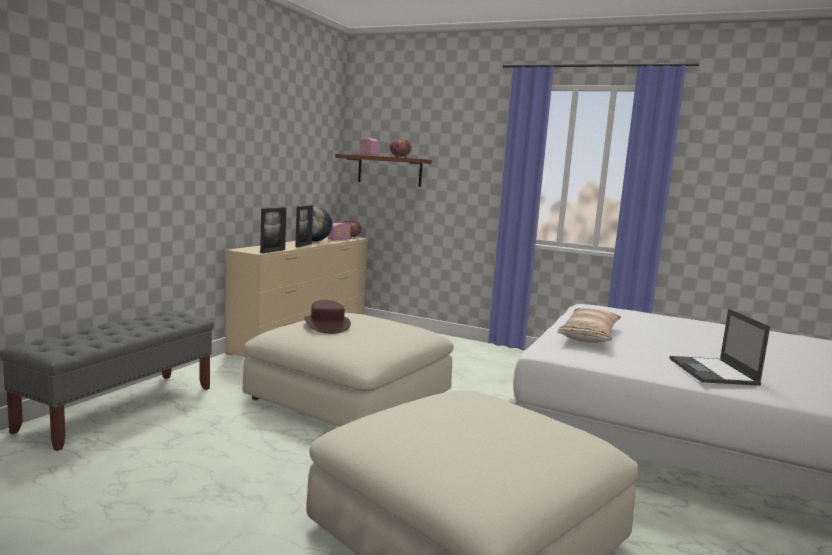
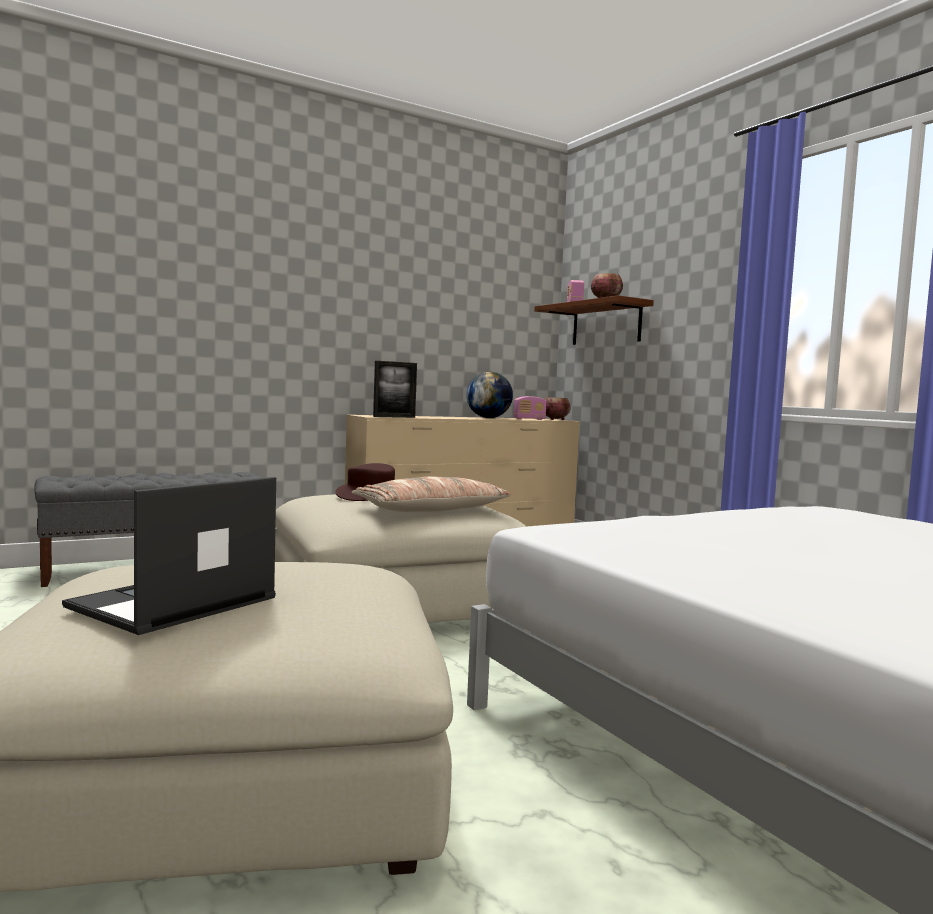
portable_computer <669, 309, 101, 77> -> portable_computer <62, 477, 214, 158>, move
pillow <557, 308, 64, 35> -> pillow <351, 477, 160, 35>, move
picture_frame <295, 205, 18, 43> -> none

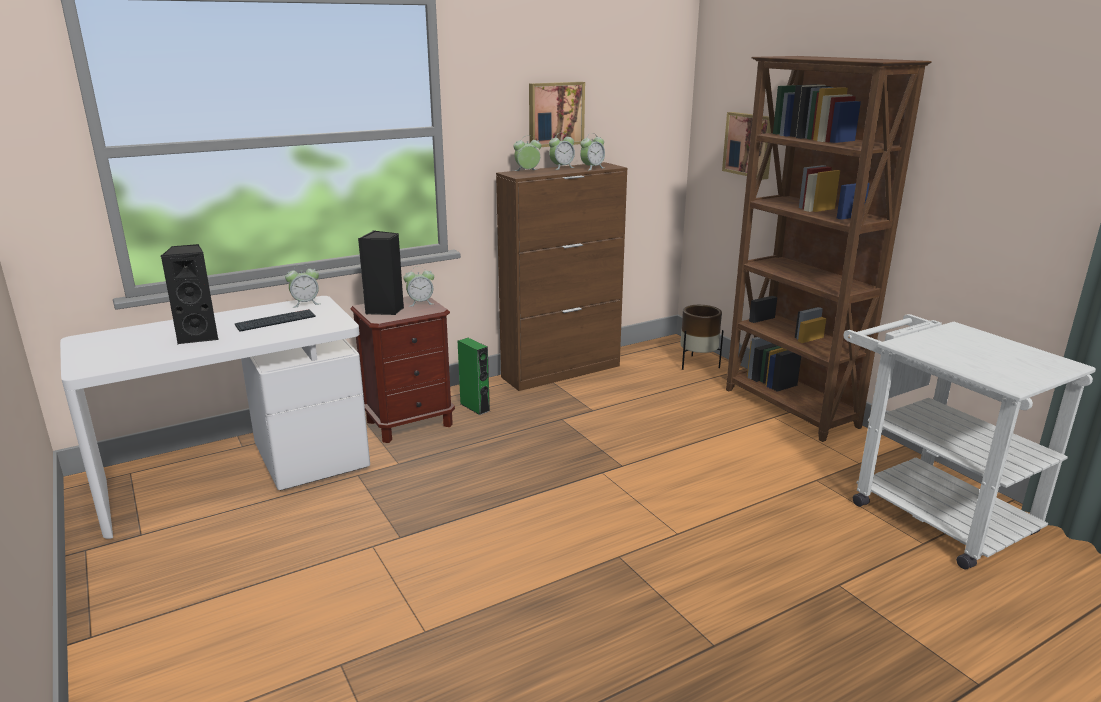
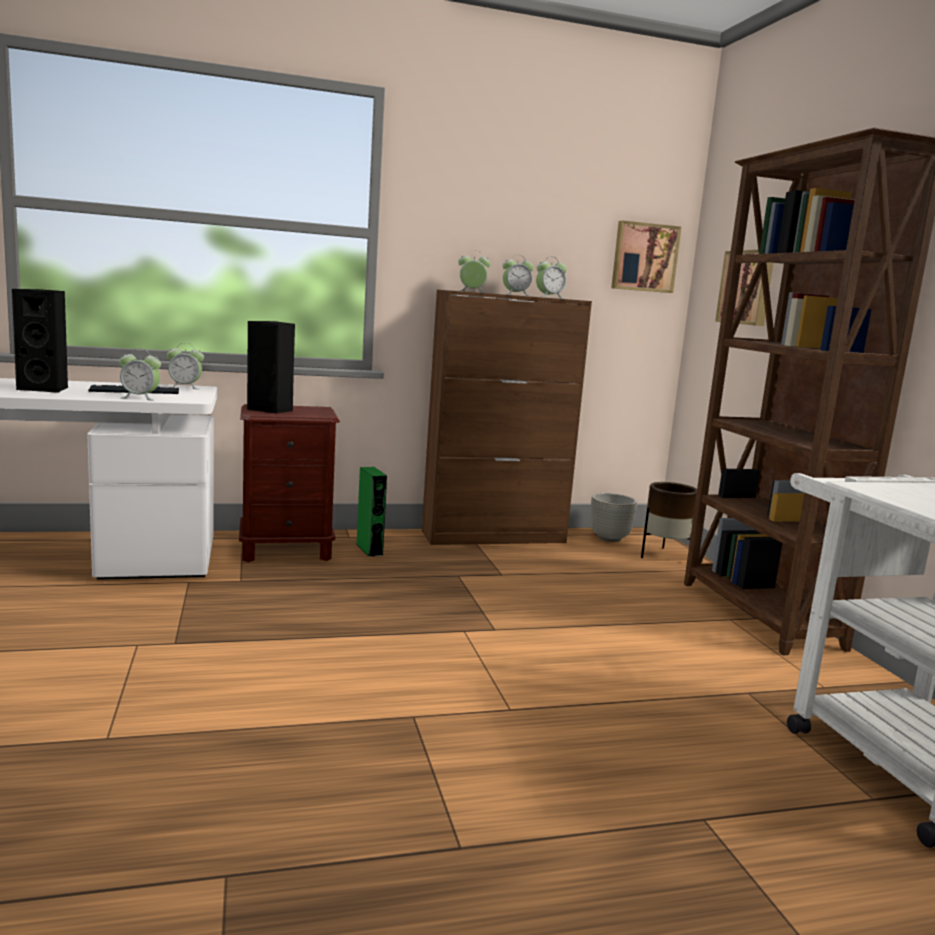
table_clock <403, 266, 31, 41> -> table_clock <119, 348, 42, 53>, move
none -> greyish_plant_pot <591, 493, 46, 49>
wall_picture <529, 82, 56, 66> -> wall_picture <611, 220, 70, 73>, move

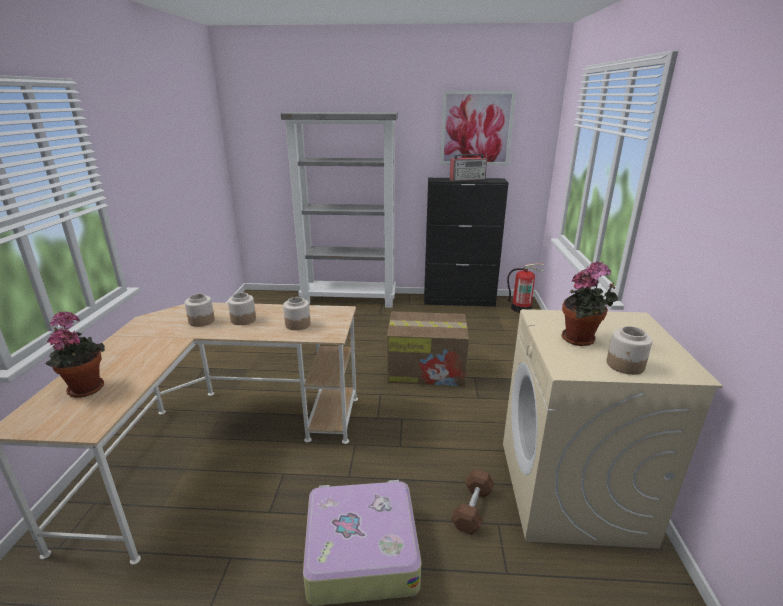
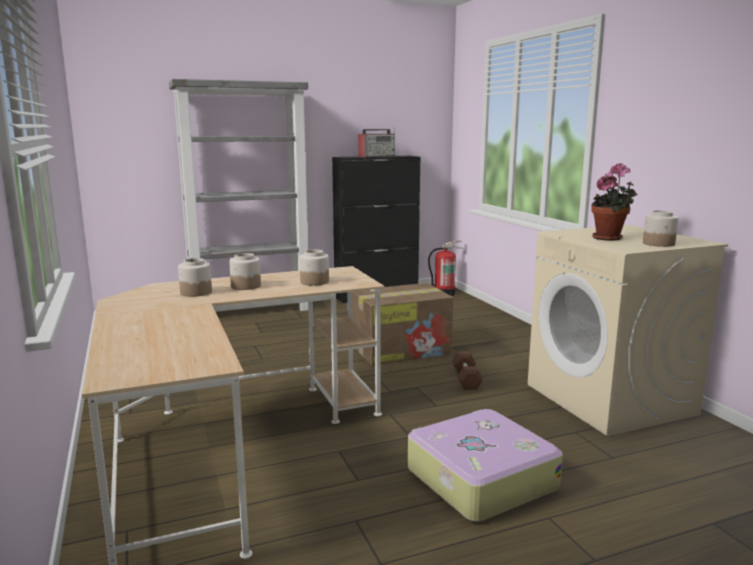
brownish_hand_weight <451, 469, 43, 66> -> brownish_hand_weight <452, 351, 31, 39>, move
houseplant <45, 311, 60, 87> -> none
wall_picture <440, 91, 76, 74> -> none

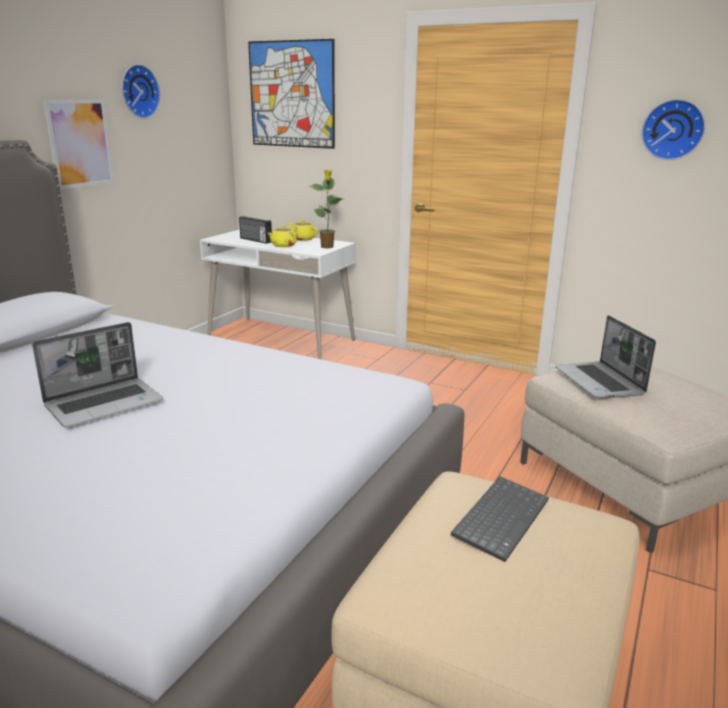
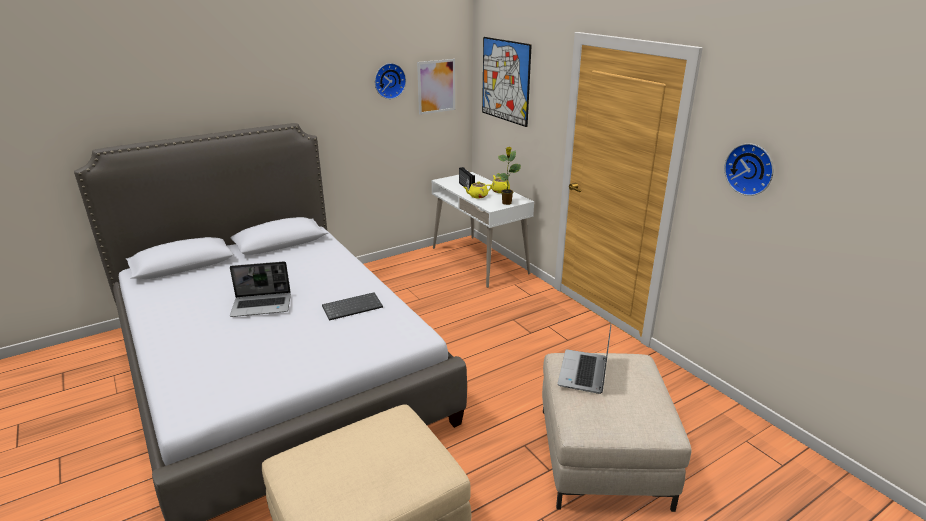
PC_keyboard <451, 476, 98, 86> -> PC_keyboard <322, 292, 61, 29>, move
wall_picture <43, 99, 71, 91> -> wall_picture <417, 59, 38, 56>, move

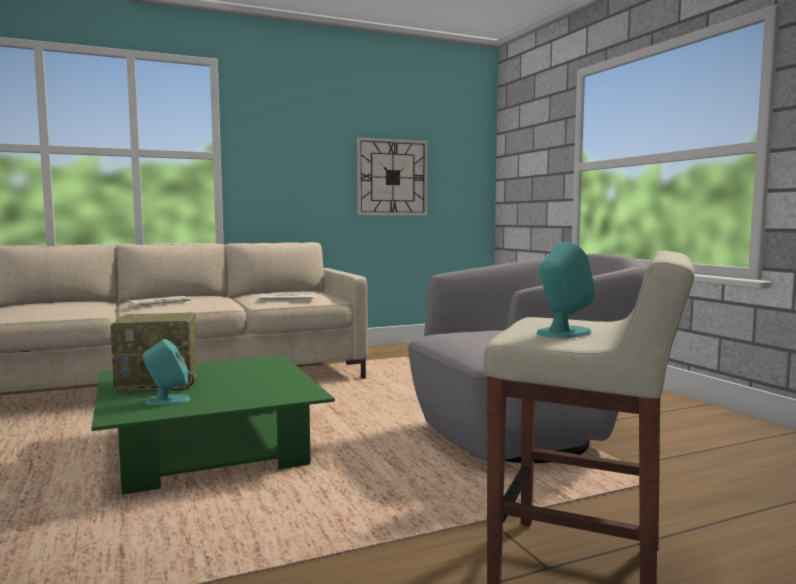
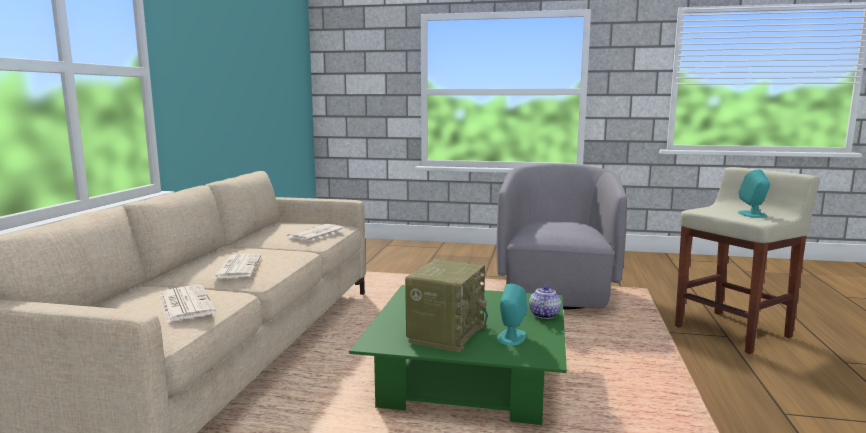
none -> daily_paper <159, 285, 57, 37>
none -> teapot <529, 286, 32, 33>
clock_on_the_wall <357, 137, 71, 78> -> none

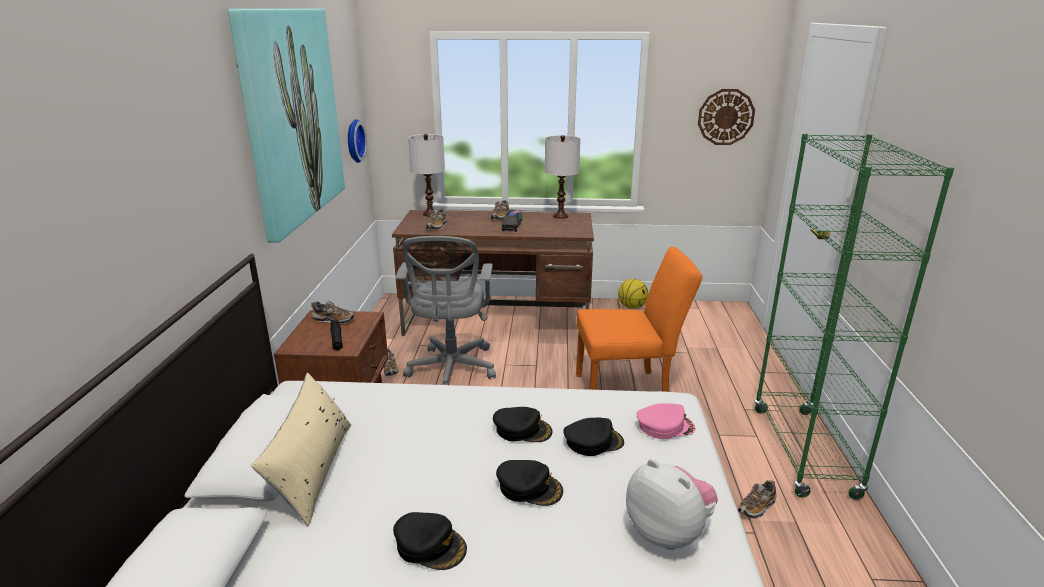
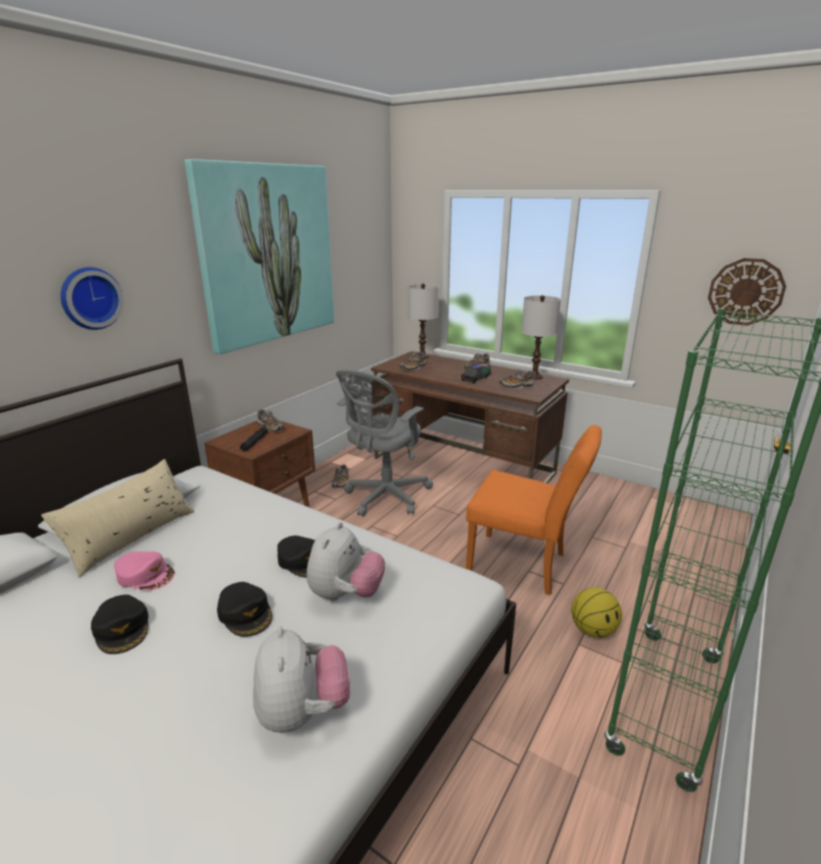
clock_on_the_wall <348, 119, 19, 44> -> clock_on_the_wall <60, 267, 64, 63>, move
pinkish_baseball_cap <637, 403, 59, 36> -> pinkish_baseball_cap <114, 551, 61, 40>, move
black_baseball_cap <563, 417, 61, 39> -> soft_toy <307, 522, 78, 80>
low_shoe <738, 480, 39, 38> -> low_shoe <499, 369, 36, 19>, move
basketball <618, 279, 30, 30> -> basketball <571, 587, 51, 51>, move

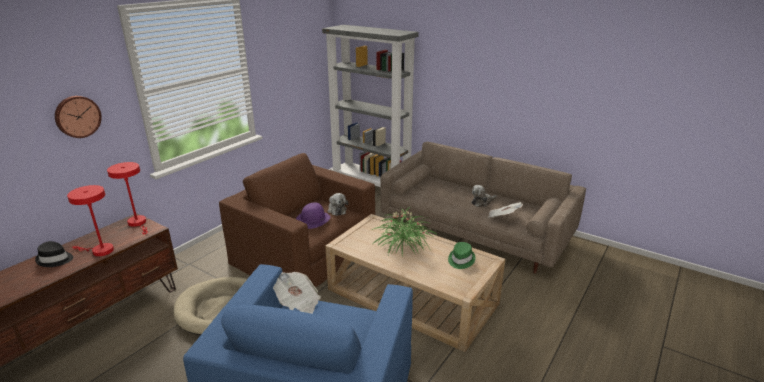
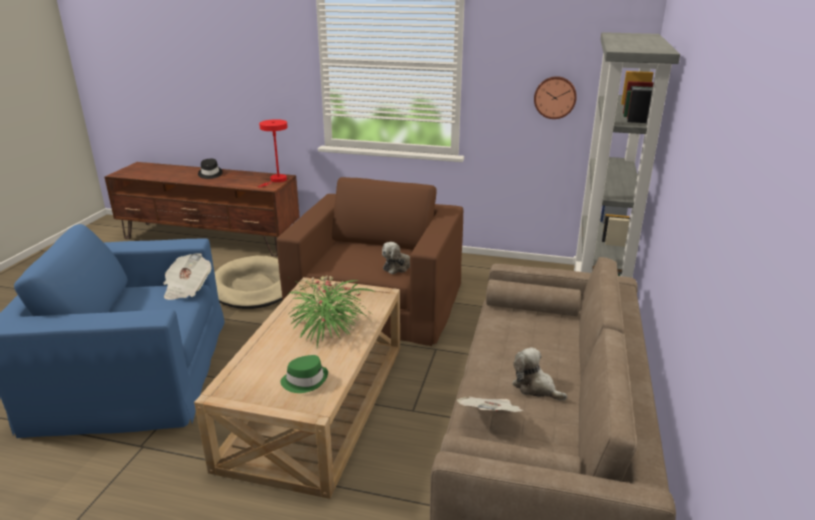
clock_on_the_wall <55, 96, 47, 42> -> clock_on_the_wall <534, 76, 43, 43>, move
reddish_table_lamp <67, 185, 47, 71> -> none
purple-coloured_clothing_hat <296, 202, 34, 27> -> none

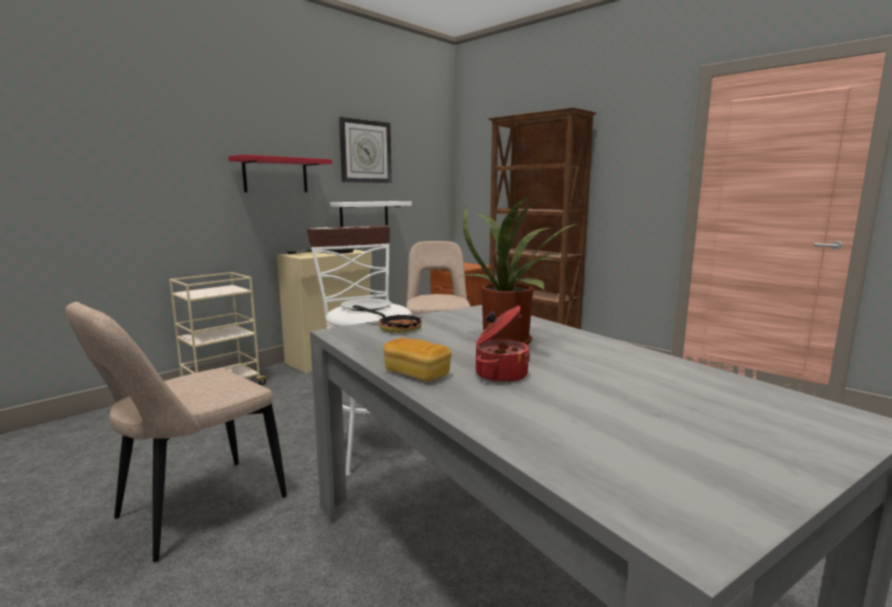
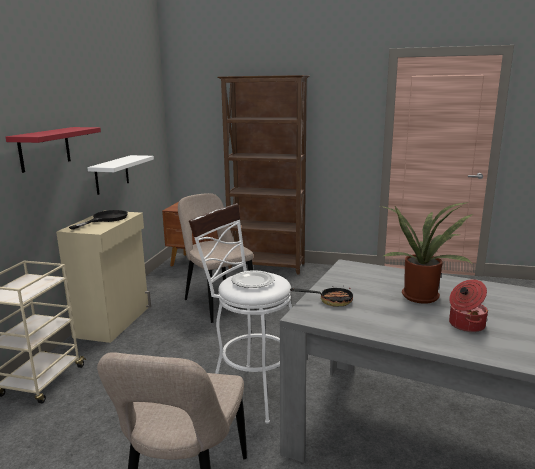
clock_on_the_wall <339, 117, 53, 66> -> none
baked_bread <383, 338, 69, 43> -> none

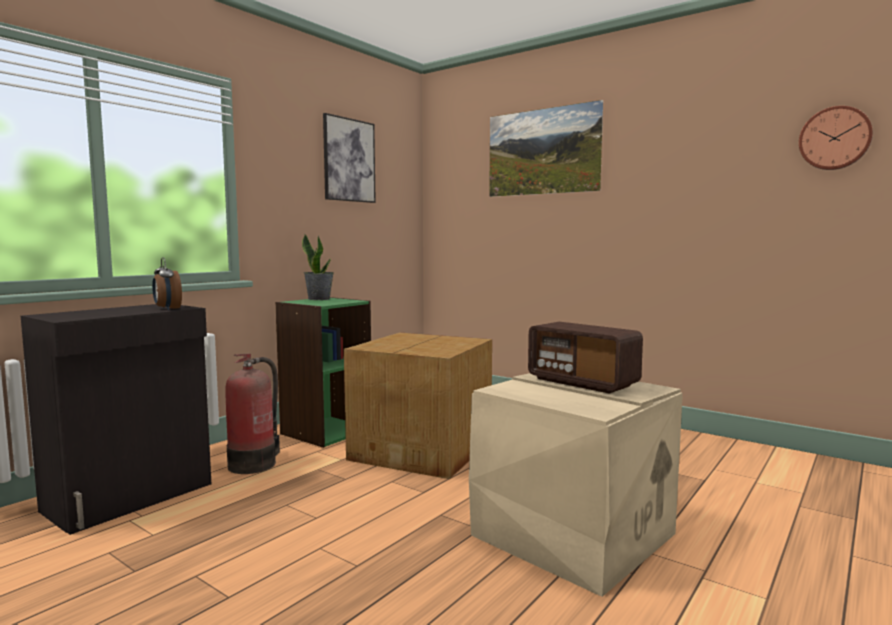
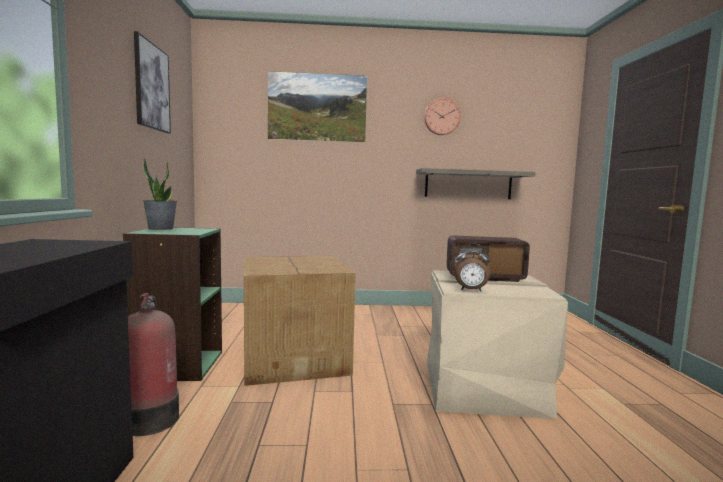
none -> bracket_shelf <416, 168, 120, 31>
clock_on_the_wall <799, 106, 74, 64> -> clock_on_the_wall <424, 98, 36, 37>, move
table_clock <152, 257, 30, 53> -> table_clock <454, 244, 36, 48>, move

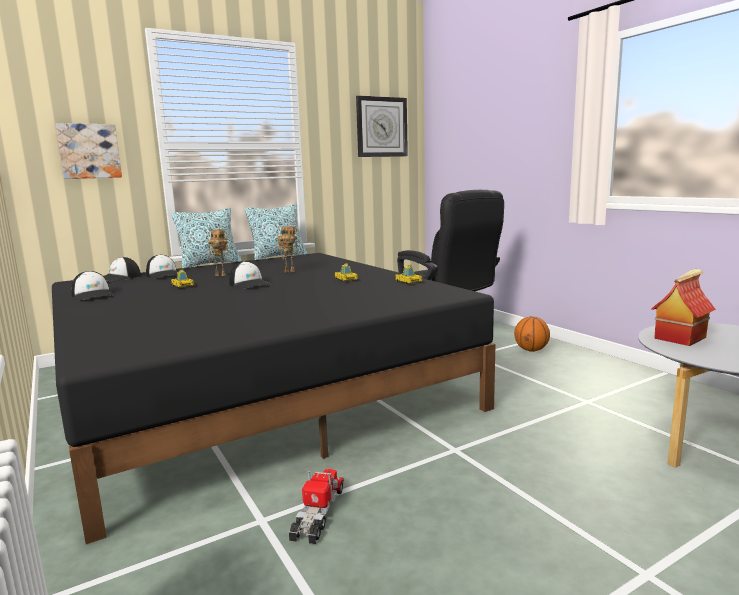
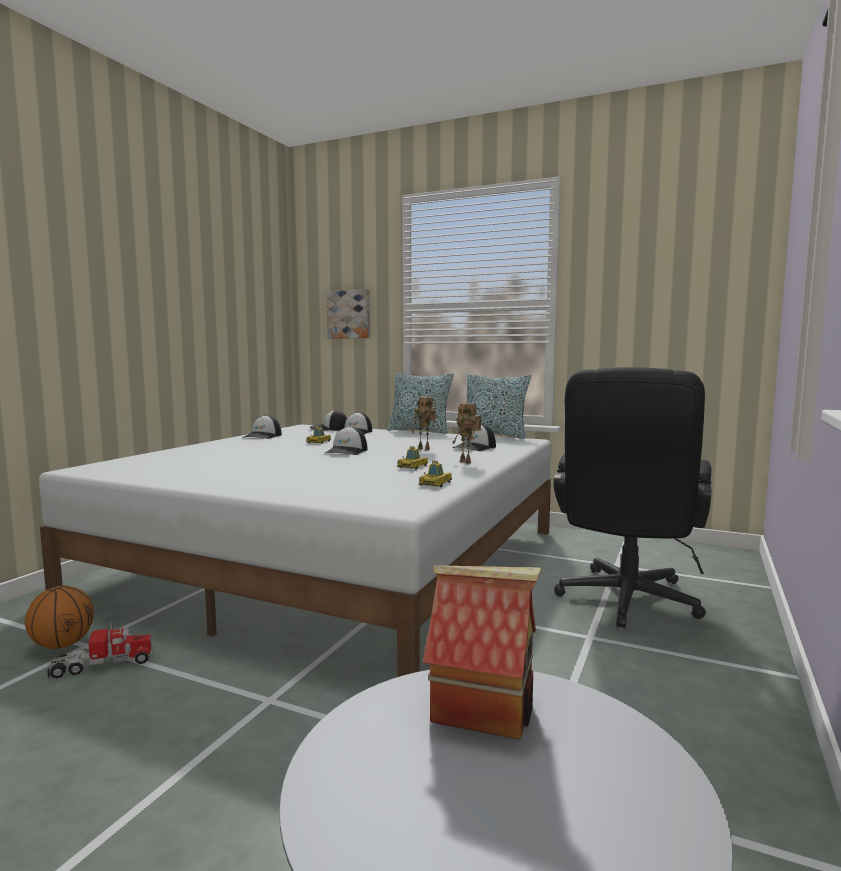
basketball <514, 316, 36, 36> -> basketball <25, 585, 69, 64>, move
black_bed <52, 253, 444, 291> -> whitish_bed <39, 424, 512, 253>
robot_figure <208, 229, 20, 47> -> robot_figure <452, 403, 29, 61>, move
none -> baseball_cap <452, 424, 44, 27>
clock_on_the_wall <356, 95, 52, 62> -> none

